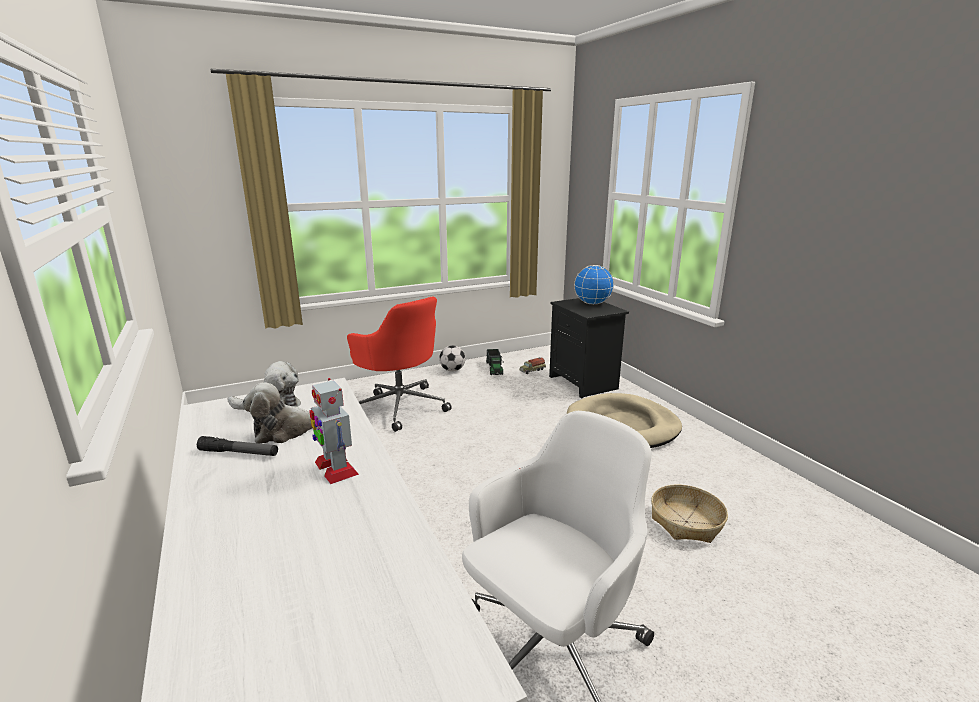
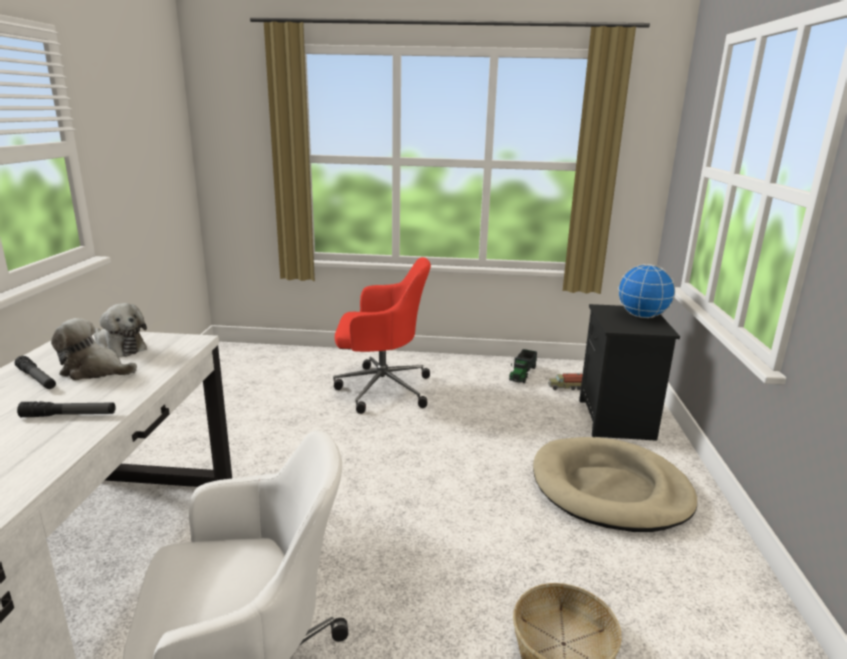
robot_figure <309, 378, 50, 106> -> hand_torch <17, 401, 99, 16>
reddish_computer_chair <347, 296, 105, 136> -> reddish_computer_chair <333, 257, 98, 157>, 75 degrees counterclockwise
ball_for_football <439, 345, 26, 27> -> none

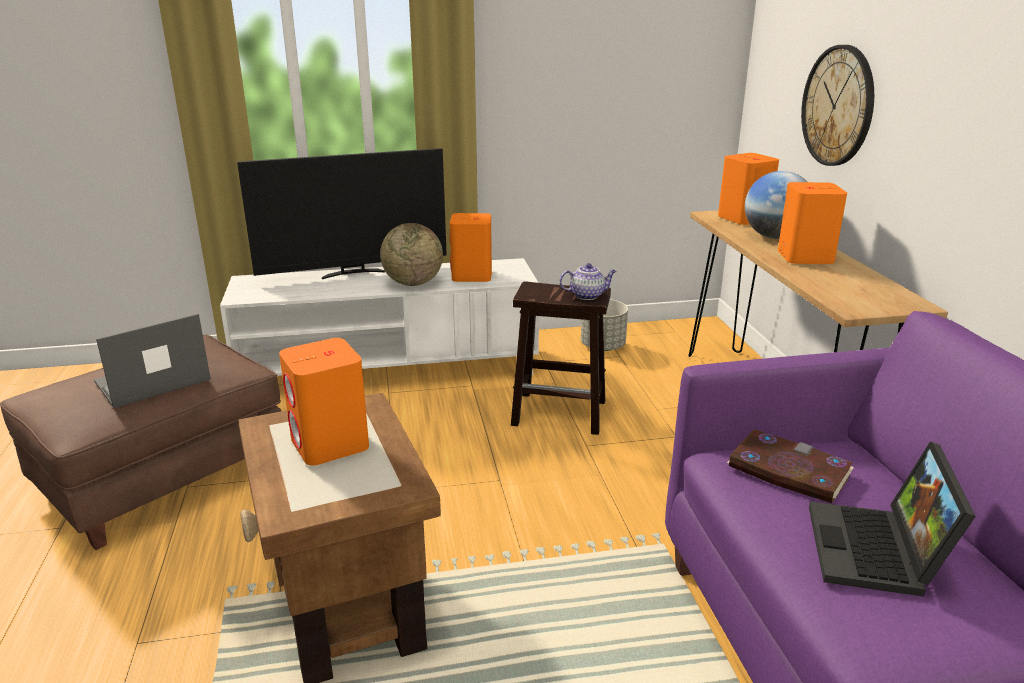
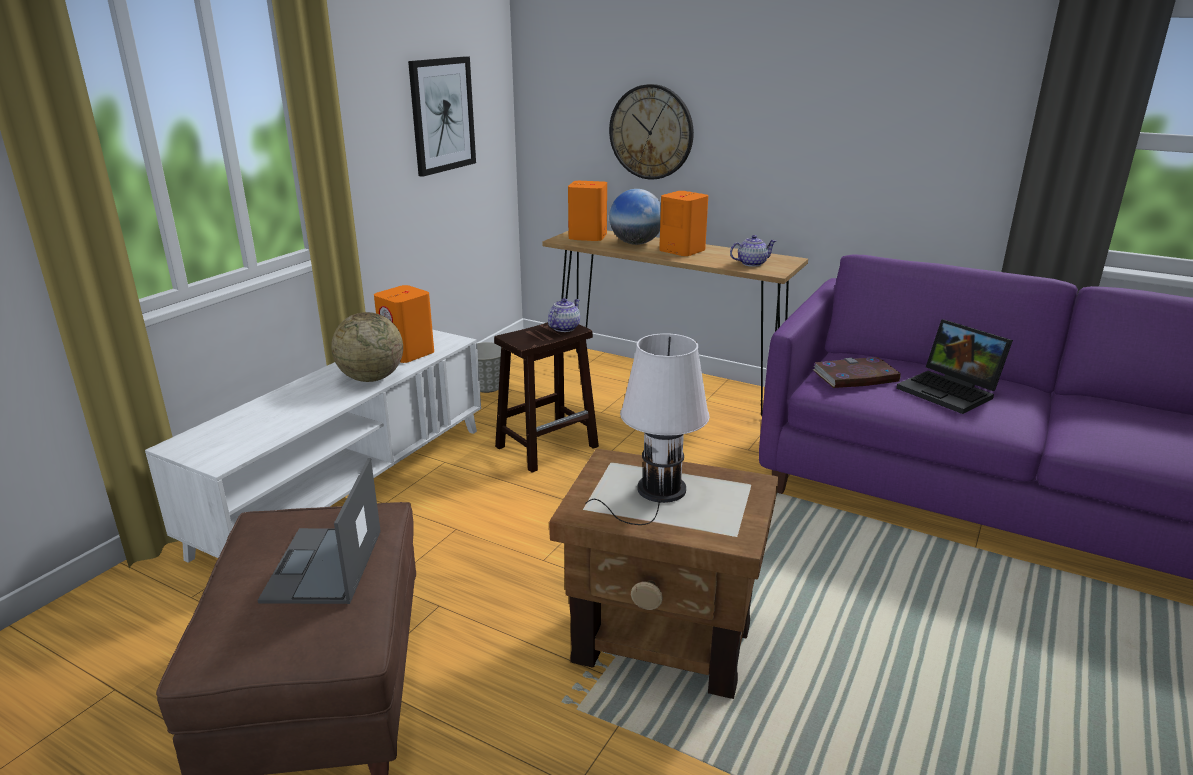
none -> wall_picture <408, 56, 68, 121>
orange_loudspeaker <279, 338, 90, 127> -> whitish_table_lamp <585, 333, 125, 192>
none -> teapot <730, 235, 46, 32>
television <237, 148, 210, 131> -> none

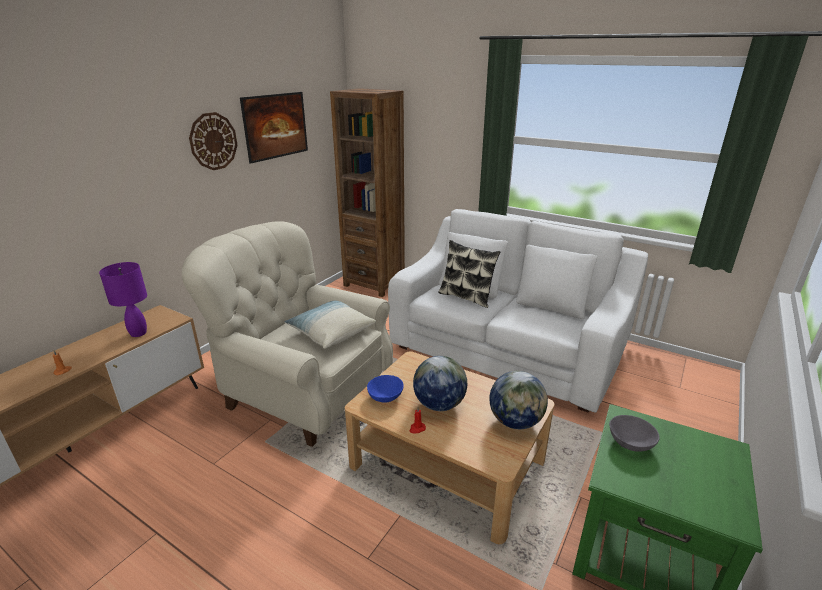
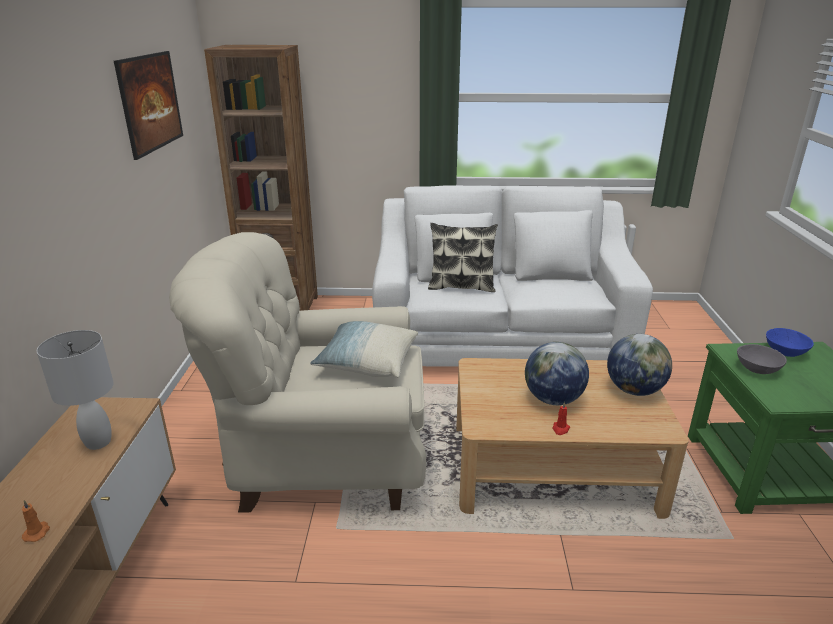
purple-coloured_table_lamp <99, 262, 48, 75> -> whitish_table_lamp <37, 330, 77, 120>
blue_bowl <367, 375, 36, 28> -> blue_bowl <766, 328, 48, 29>, move
clock_on_the_wall <189, 112, 48, 58> -> none

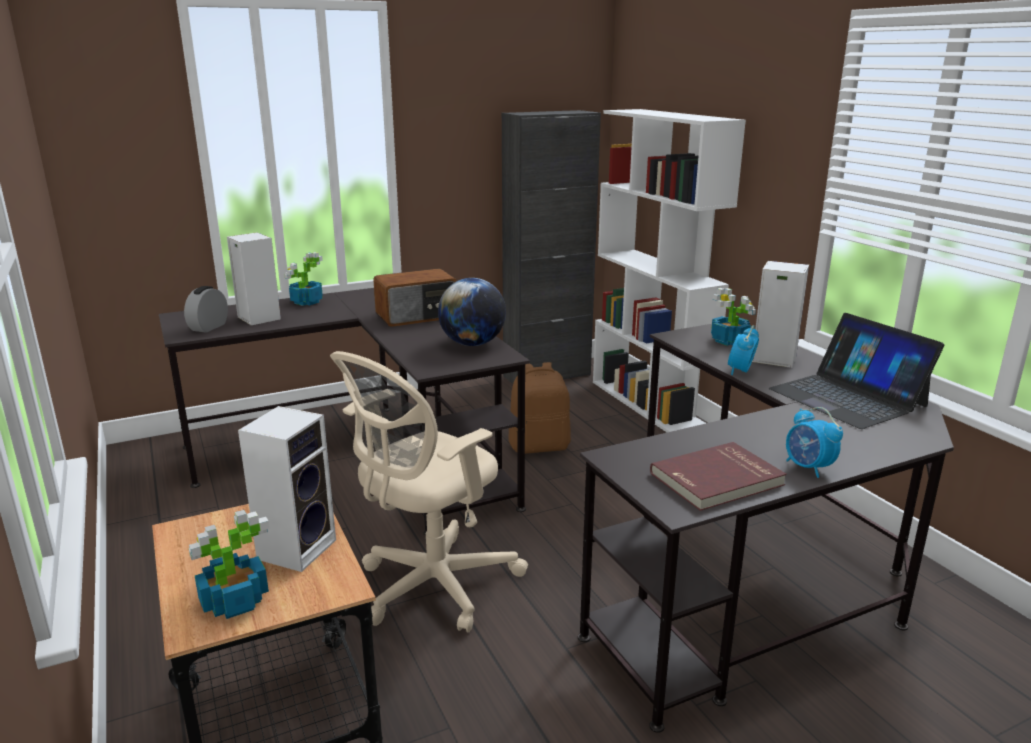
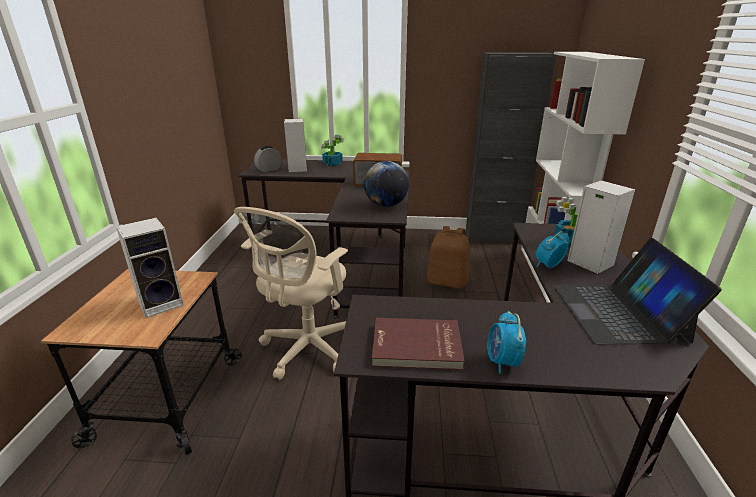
beige_computer_chair <330, 351, 198, 282> -> beige_computer_chair <234, 207, 114, 173>, 45 degrees counterclockwise
houseplant <189, 510, 80, 109> -> none

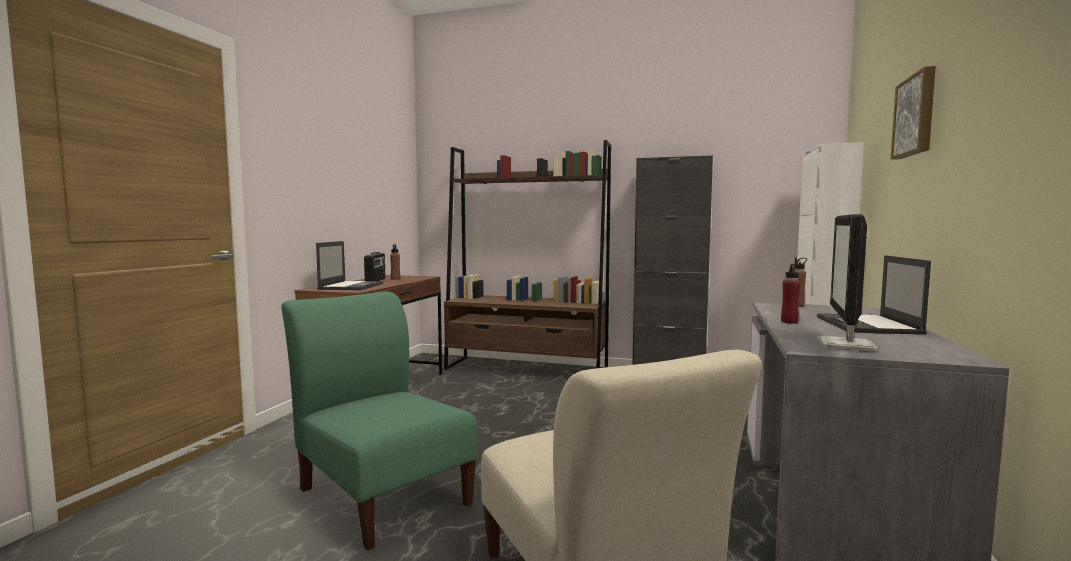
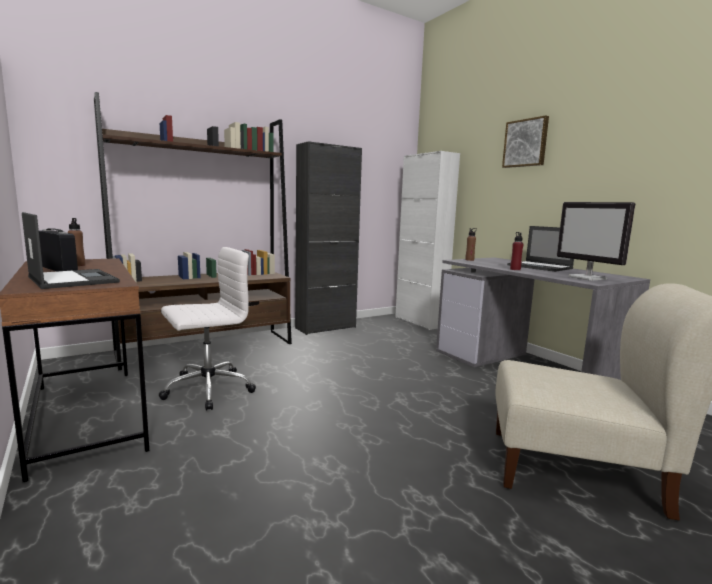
none -> whitish_computer_chair <158, 247, 98, 164>
greenish_chair <281, 292, 197, 258> -> none

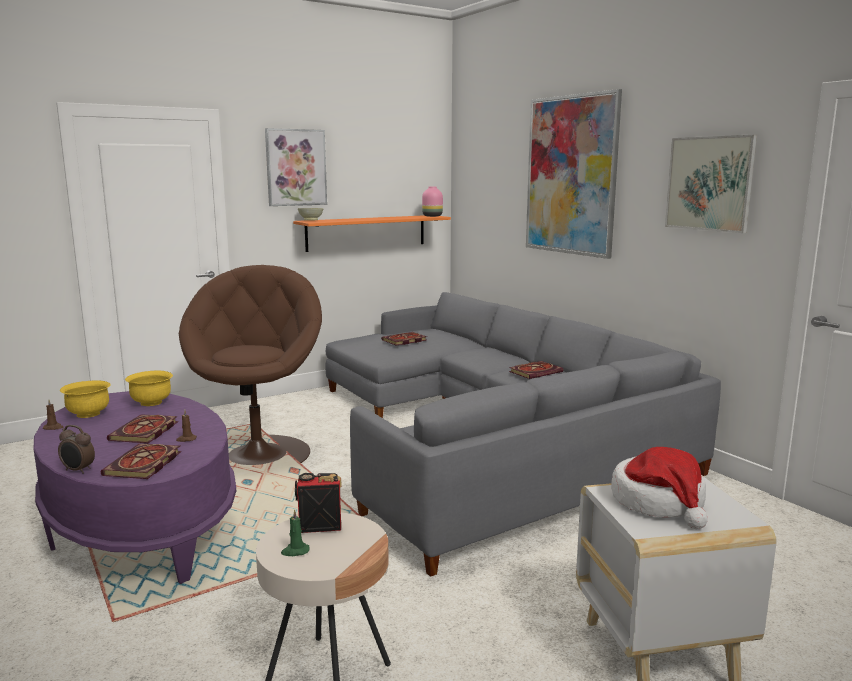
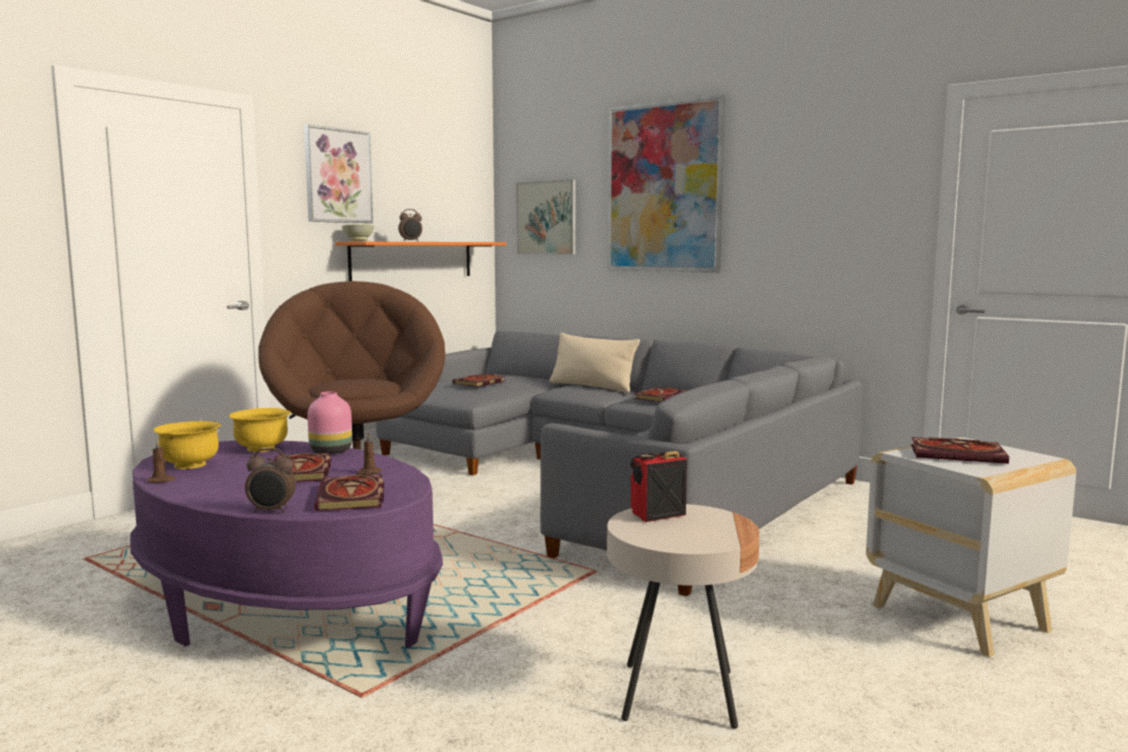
pinkish_vase <422, 186, 21, 31> -> pinkish_vase <307, 392, 45, 62>, move
none -> table_clock <398, 209, 24, 32>
wall_picture <665, 135, 92, 98> -> wall_picture <516, 179, 60, 76>, move
none -> beige_pillow <550, 333, 90, 60>
clothing_hat <611, 447, 97, 82> -> book <911, 437, 98, 27>
greenish_wax_candle <281, 509, 29, 47> -> none

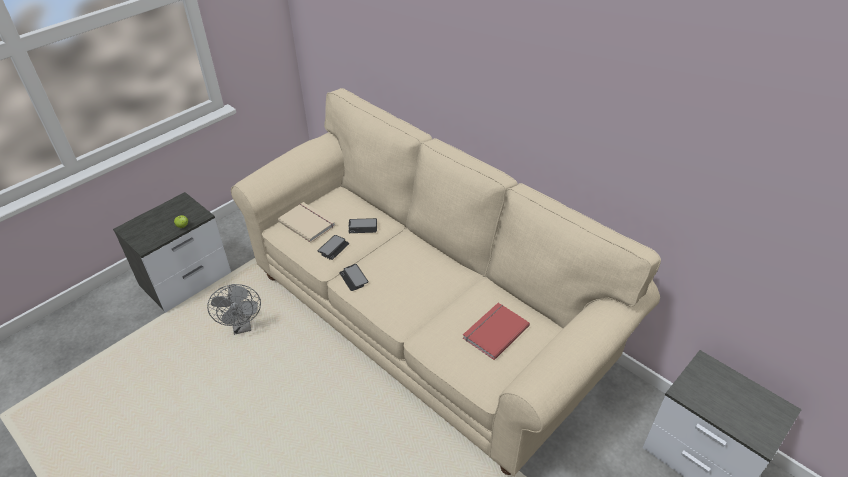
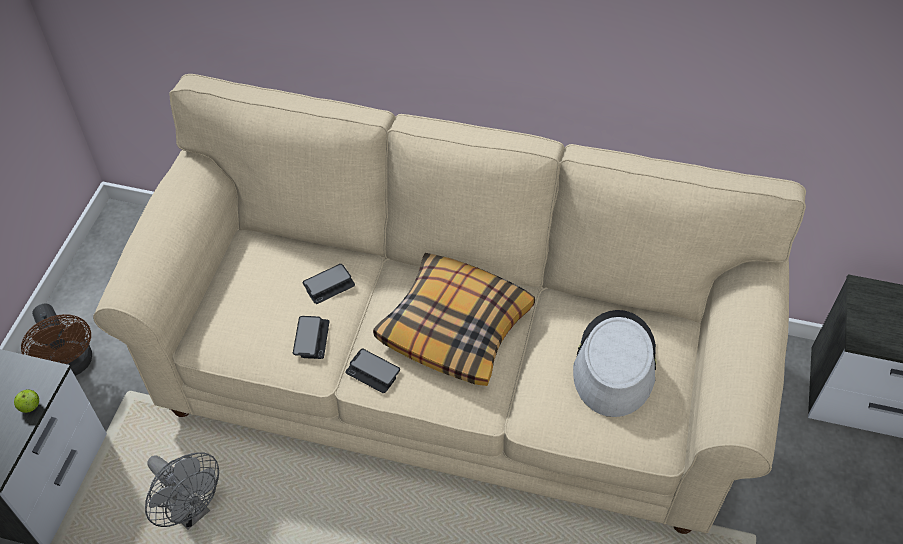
none -> brownish_electric_fan <21, 304, 71, 72>
none -> pillow <373, 253, 162, 133>
reddish_book <463, 303, 67, 57> -> greyish_clothing_hat <573, 310, 83, 107>
beige_book <278, 202, 58, 41> -> none

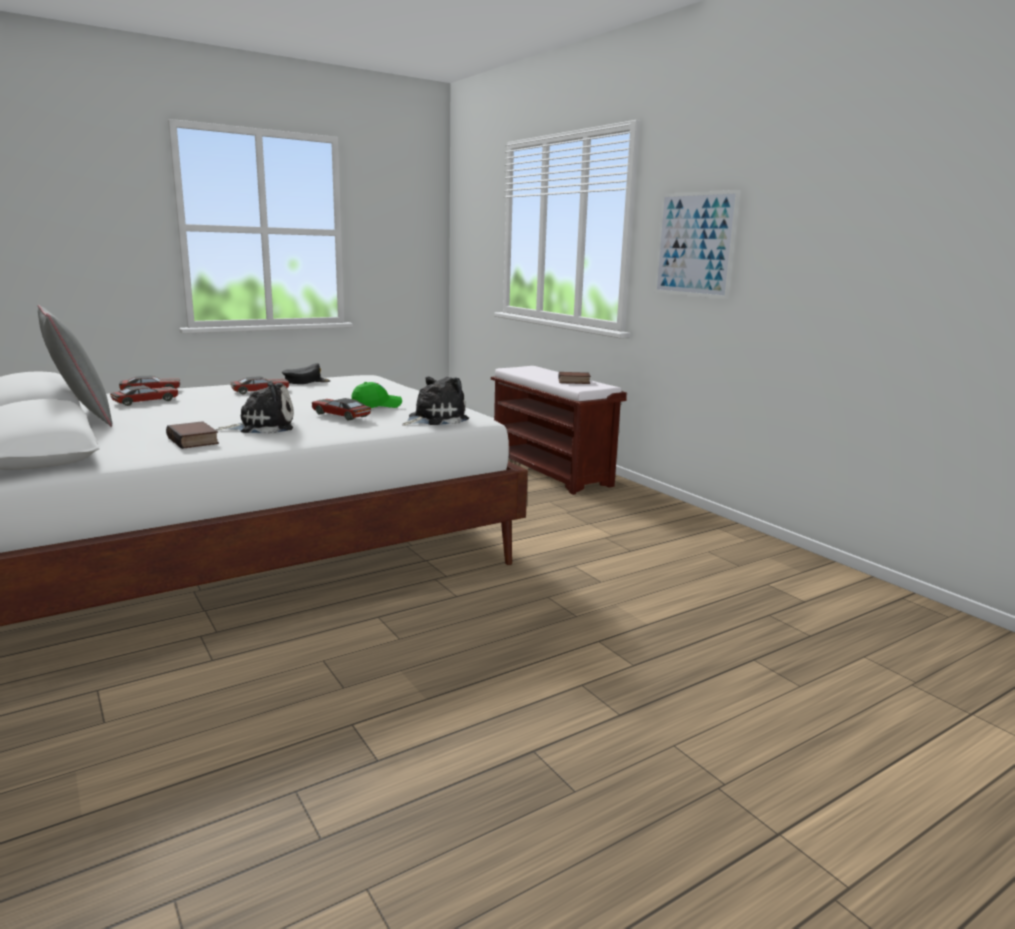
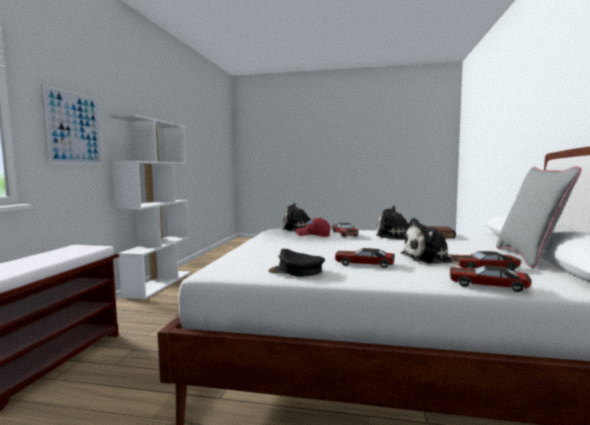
none -> whitish_bookshelf <109, 114, 82, 185>
greenish_baseball_cap <351, 382, 51, 26> -> reddish_baseball_cap <295, 218, 35, 19>
none -> soft_toy <401, 218, 54, 46>
book <558, 372, 33, 12> -> none

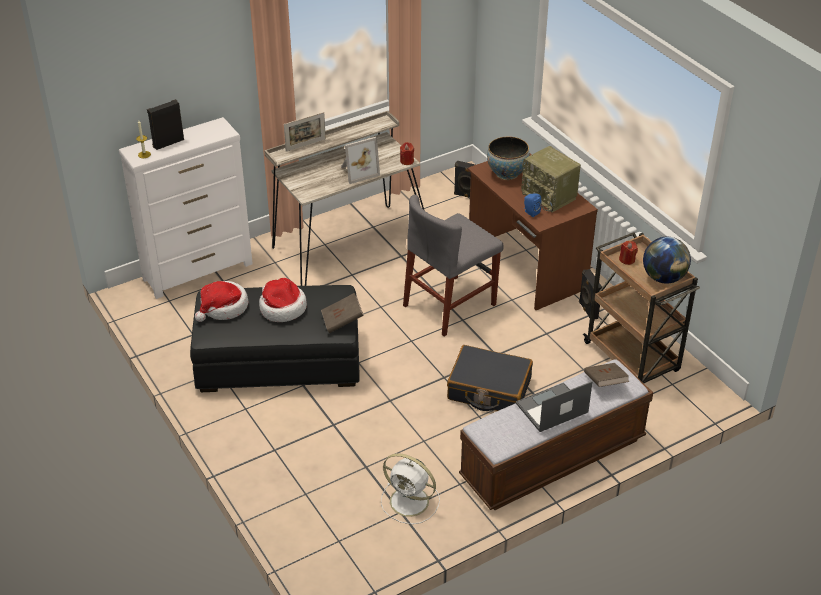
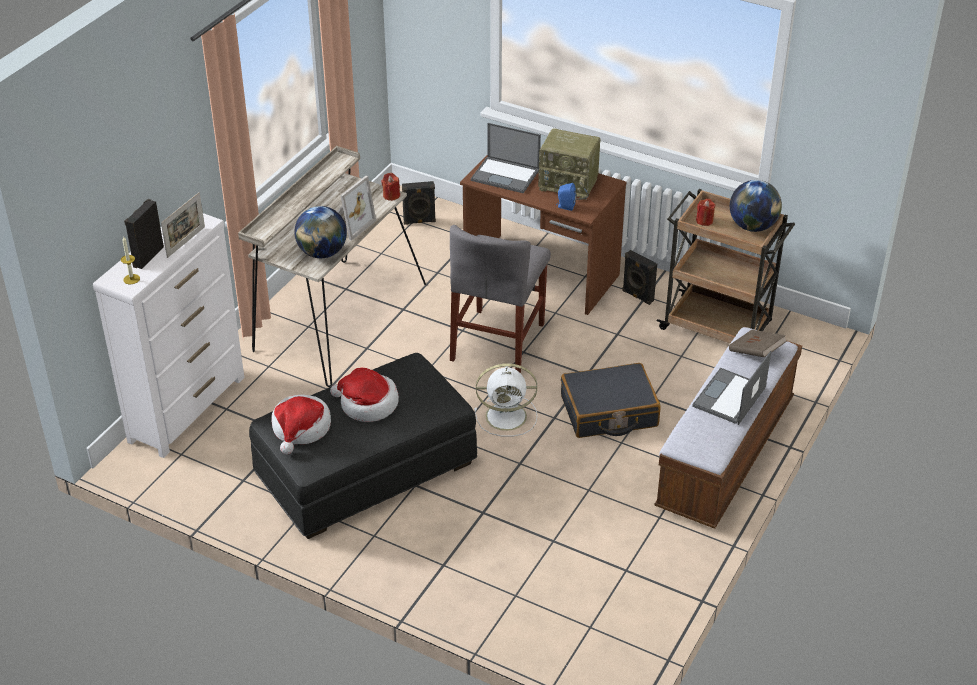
picture_frame <284, 112, 42, 39> -> picture_frame <161, 192, 44, 66>, move
none -> globe <294, 206, 53, 52>
bowl <487, 136, 42, 44> -> portable_computer <471, 123, 70, 70>
whitish_electric_fan <381, 453, 59, 71> -> whitish_electric_fan <474, 363, 63, 74>, move
brownish_book <321, 293, 43, 40> -> none

